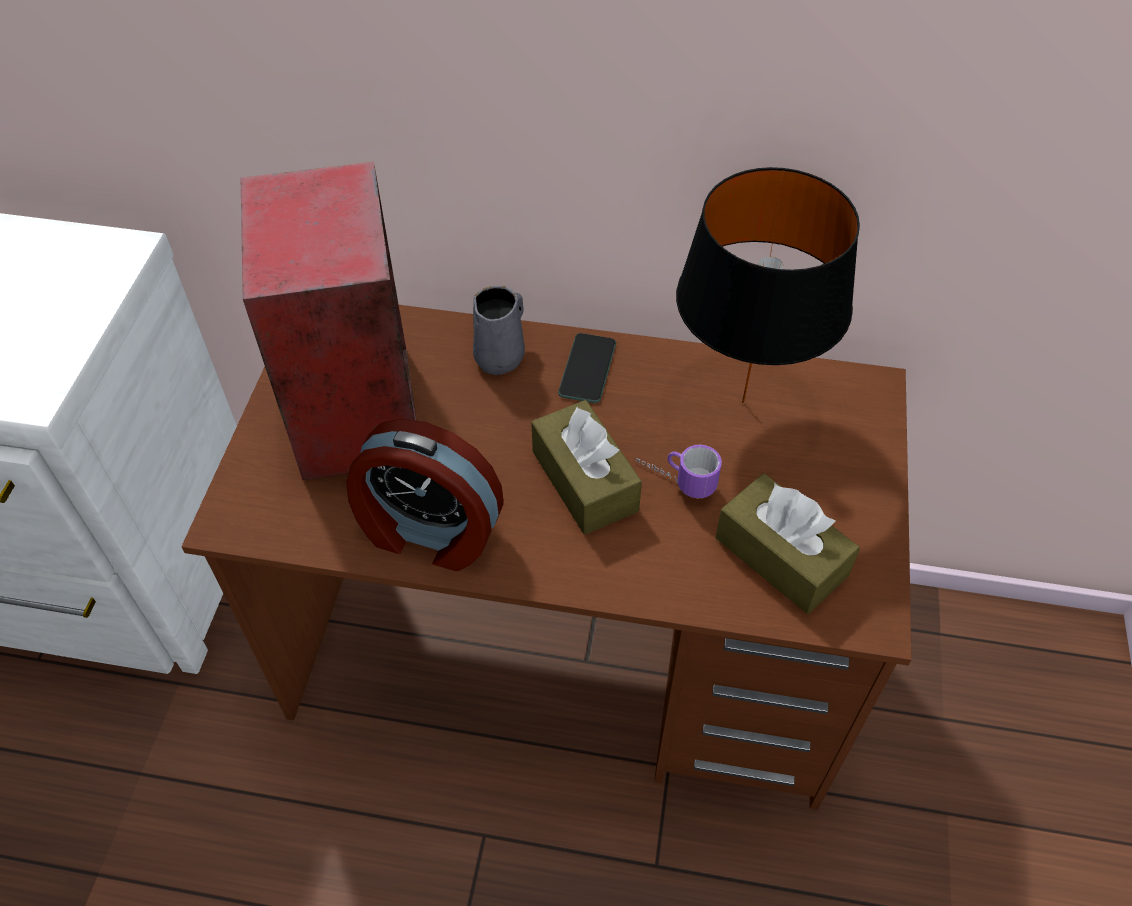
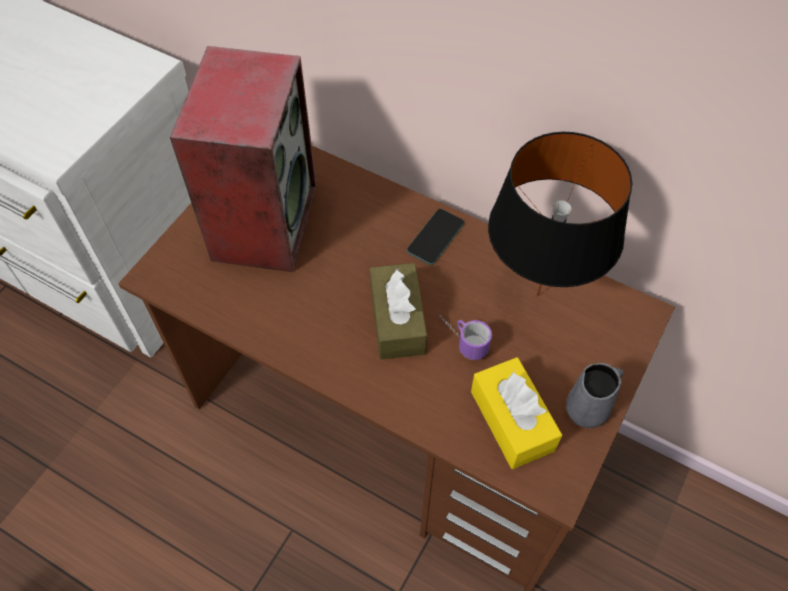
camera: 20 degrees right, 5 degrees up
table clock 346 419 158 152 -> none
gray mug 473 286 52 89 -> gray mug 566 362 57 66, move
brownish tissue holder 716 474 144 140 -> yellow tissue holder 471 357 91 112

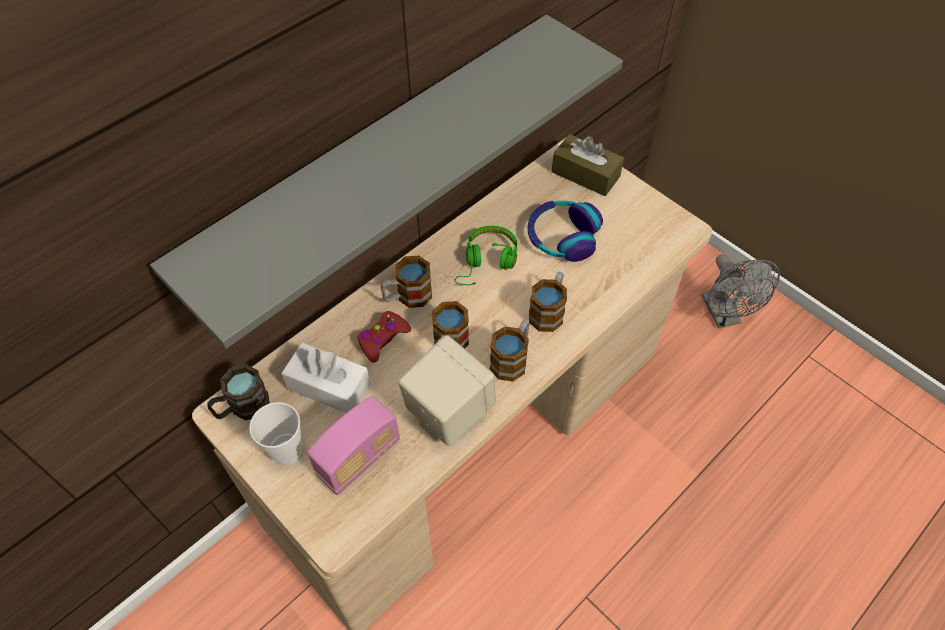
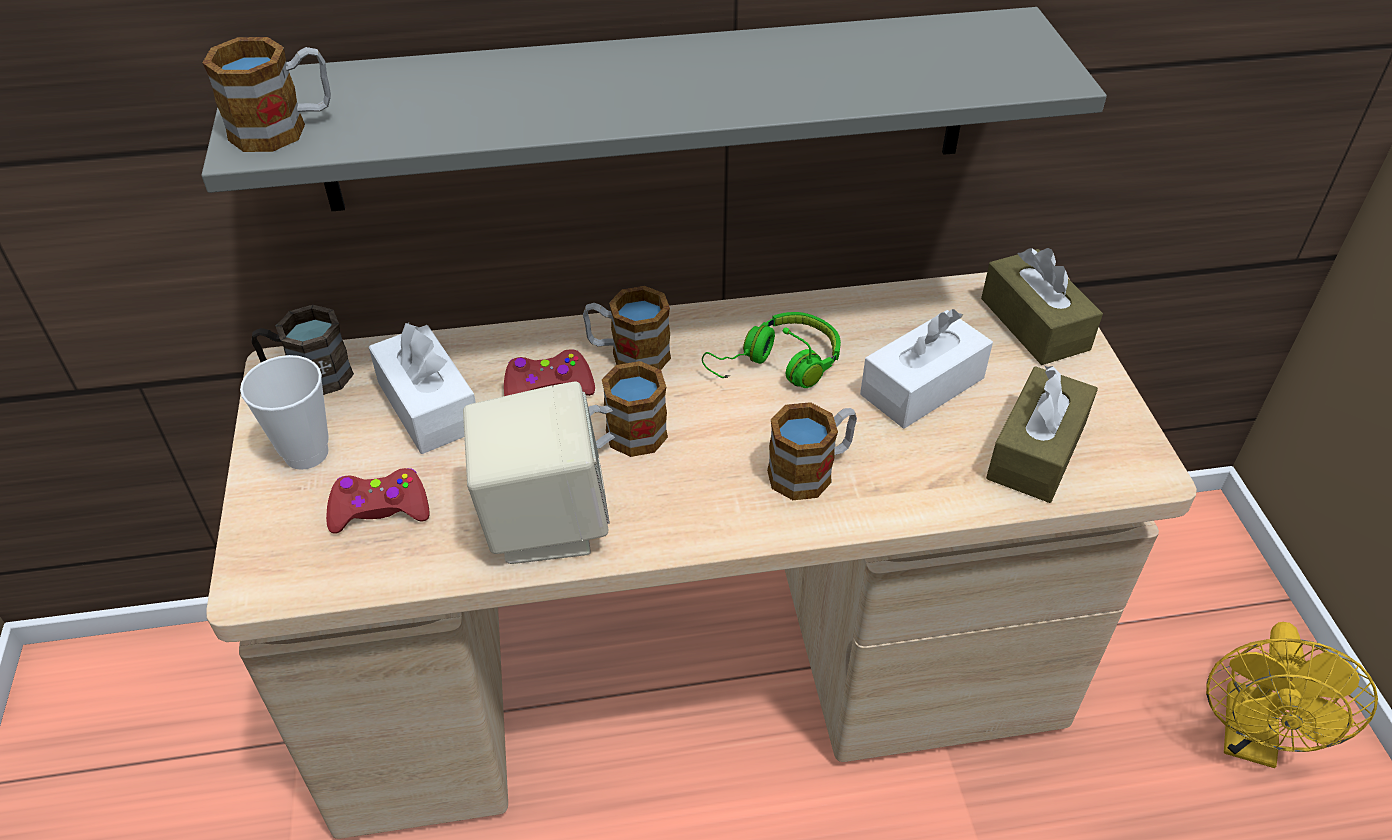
camera: 35 degrees right, 10 degrees down
radio 307 396 93 99 -> reddish joypad 326 468 104 66
mug 490 320 40 61 -> mug 203 37 128 115, move
headphones 528 201 75 61 -> white-coloured tissue holder 860 309 133 120
gray cooling fan 701 254 79 75 -> yellow cooling fan 1206 622 172 146
none -> brownish tissue holder 986 365 112 138

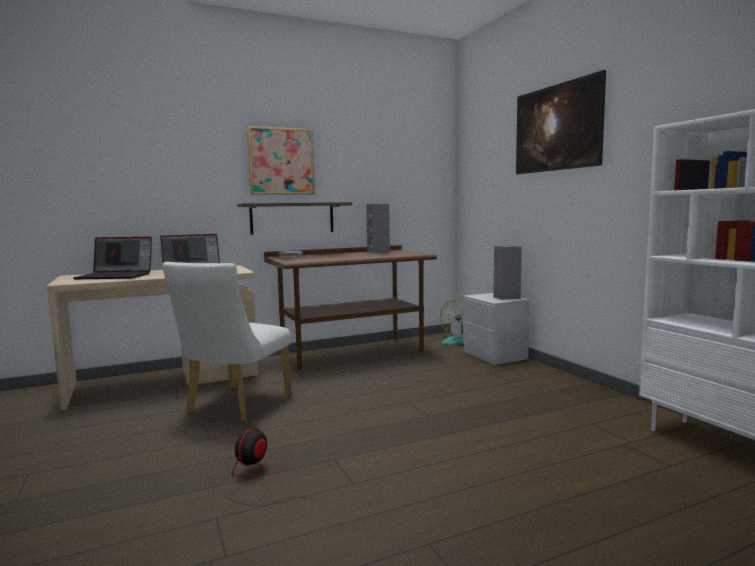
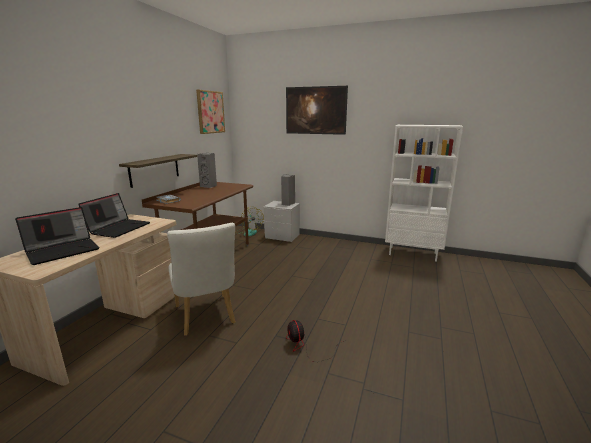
camera: 45 degrees left, 10 degrees up
picture 247 126 68 69 -> picture 196 90 29 44, move

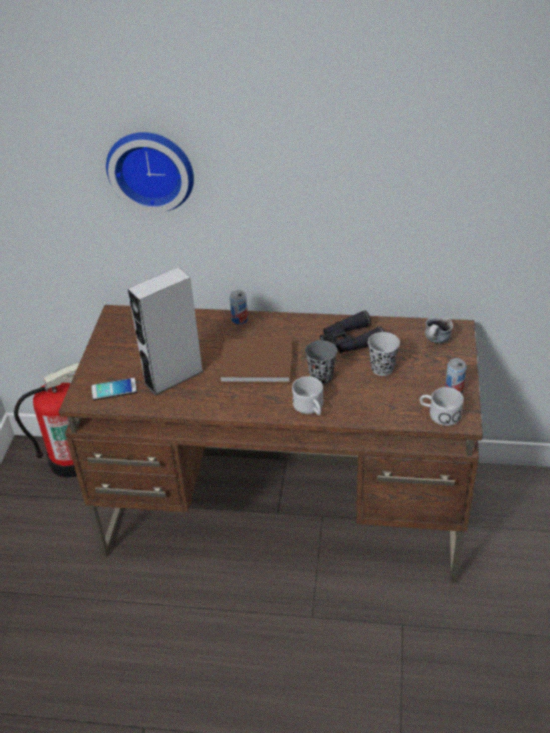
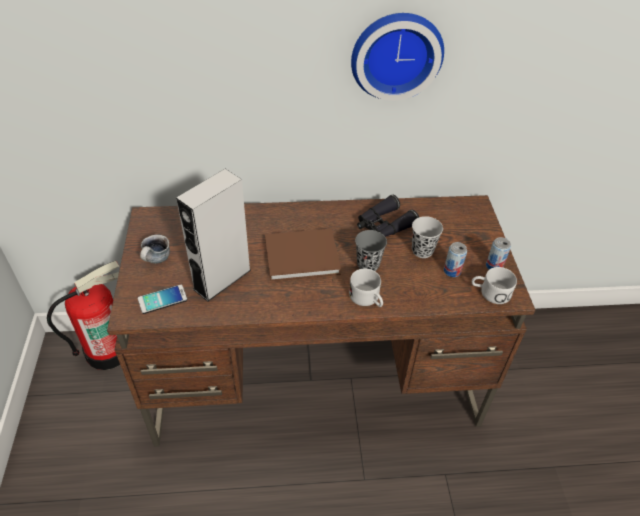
camera: 15 degrees left, 5 degrees up
wall clock 106 132 88 81 -> wall clock 351 13 93 88, move
metal can 230 290 18 34 -> metal can 444 242 23 35, move
mug 425 316 28 28 -> mug 140 235 30 28, move

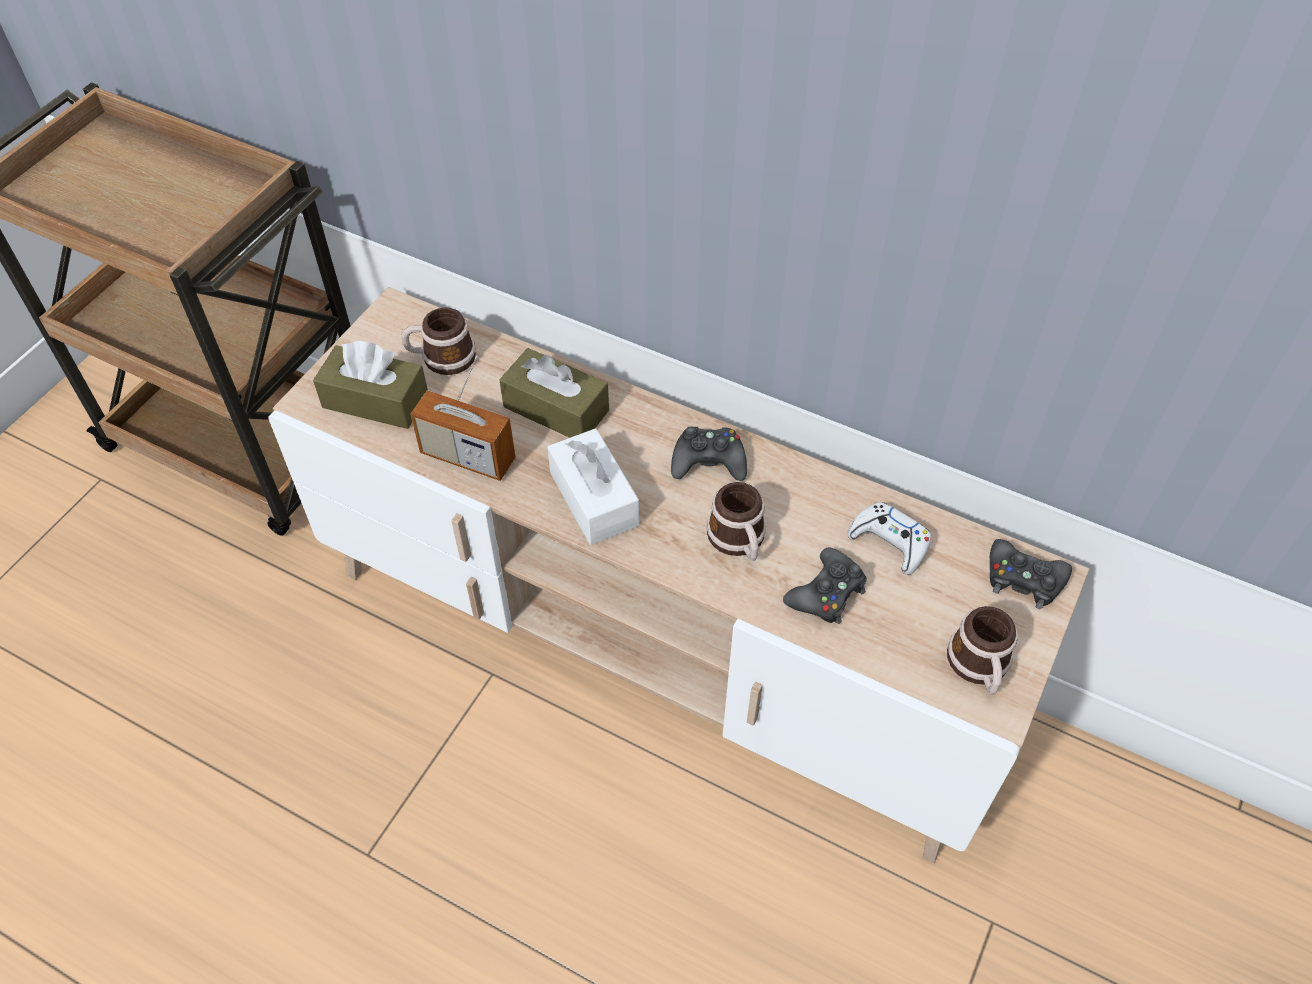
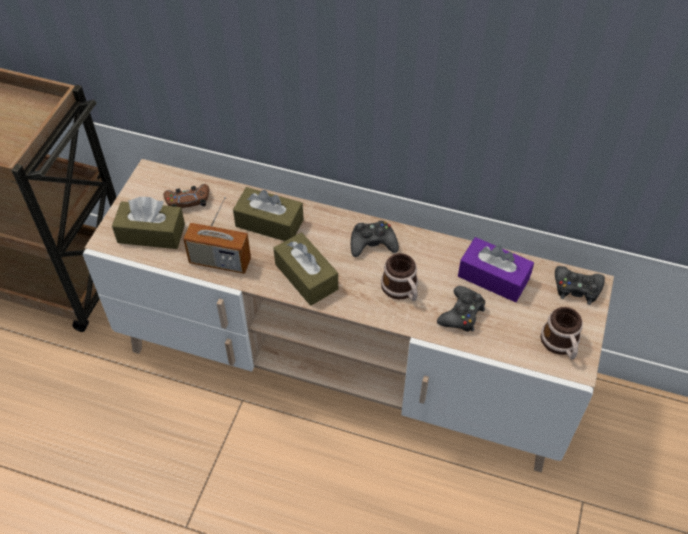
camera: 10 degrees left, 0 degrees up
mug 402 307 74 68 -> brownish joypad 163 184 47 24
white-coloured tissue holder 547 428 92 117 -> brownish tissue holder 274 232 64 74
white-coloured joypad 847 502 84 73 -> purple-coloured tissue holder 458 237 76 65

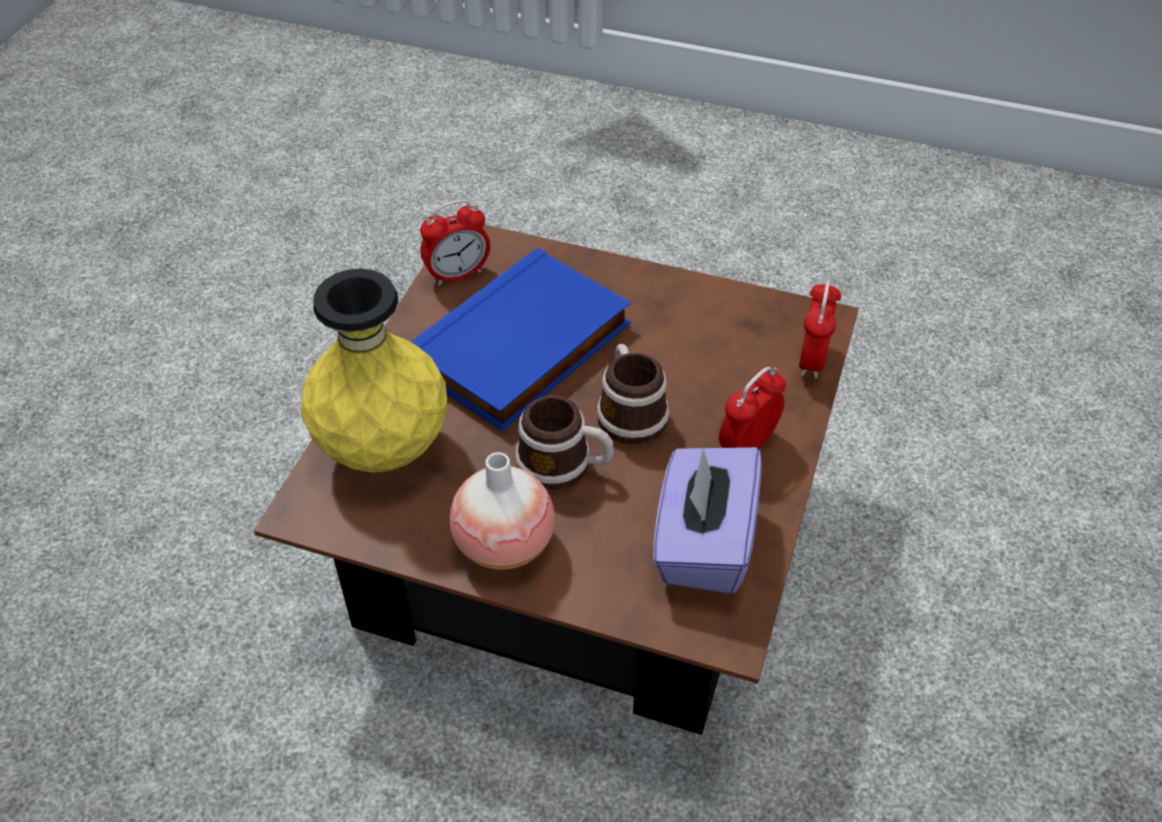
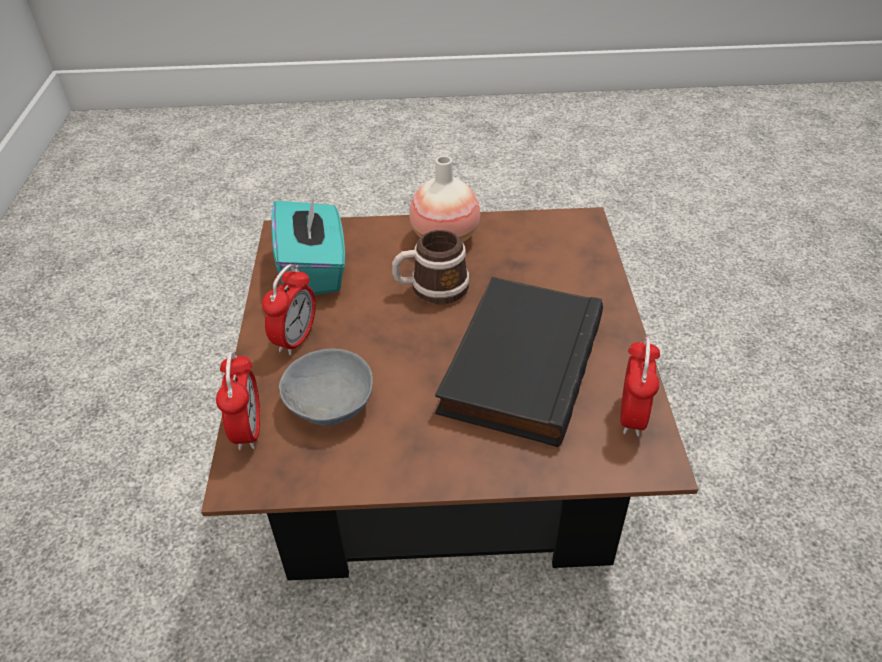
camera: 160 degrees right, 5 degrees down
yellow decorative vase 301 268 146 204 -> none
bluish bound book 411 248 220 183 -> black bound book 435 277 168 170
table clock 420 199 70 87 -> table clock 620 337 40 100, 150 degrees clockwise
mug 597 344 73 101 -> none
purple-coloured tissue holder 653 447 109 147 -> turquoise tissue holder 271 191 74 104
none -> gray deep dish 279 349 94 77

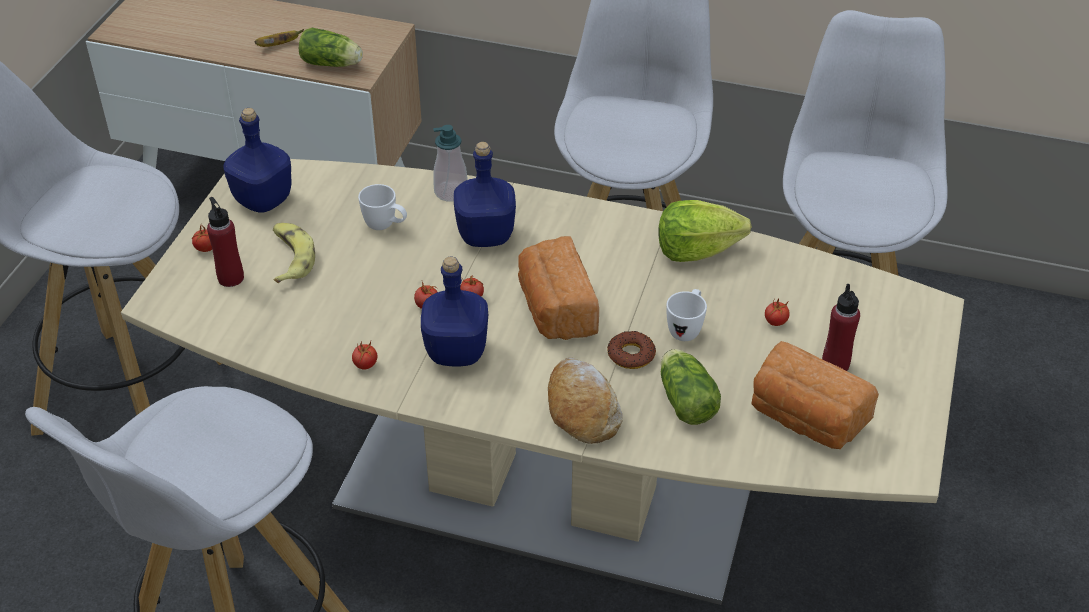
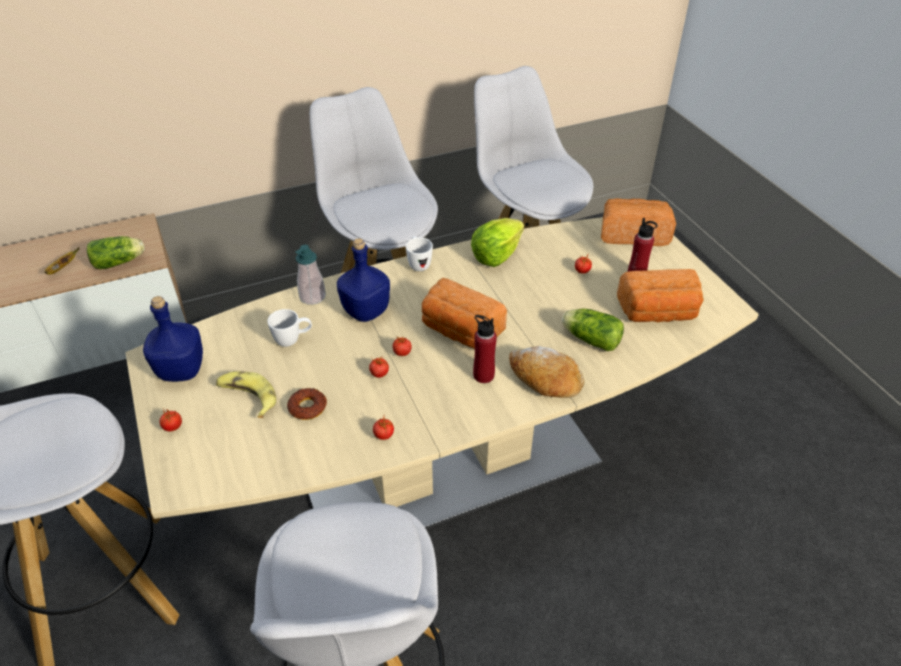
camera: 40 degrees left, 0 degrees up
reddish bottle 207 197 37 90 -> reddish bottle 473 315 24 68, move
bluish bottle 421 257 67 110 -> none
doughnut 607 331 49 38 -> doughnut 287 388 40 32, move
white-coloured mug 666 289 41 52 -> white-coloured mug 406 236 27 35, move
none -> bakery bread 601 198 75 48

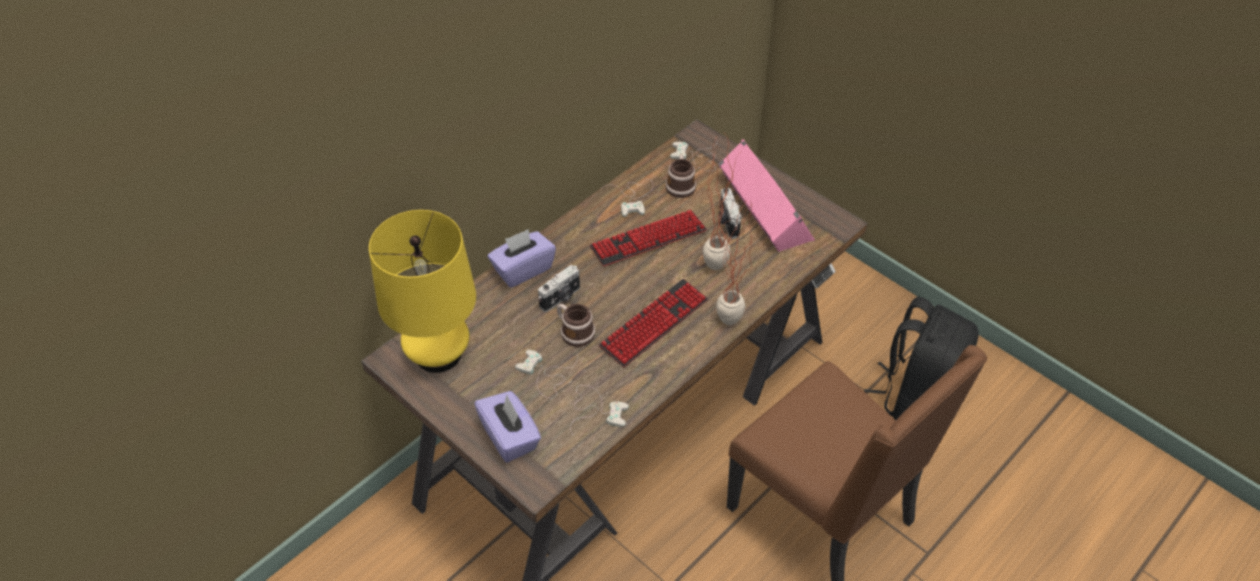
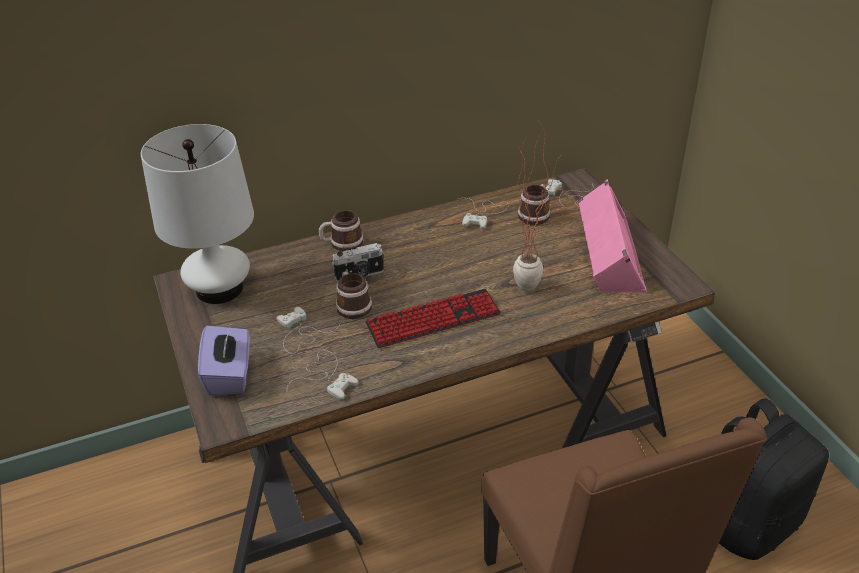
camera: 25 degrees right, 10 degrees down
yellow lamp for a table 369 210 107 163 -> white-coloured lamp for a table 141 124 113 180
purple-coloured tissue holder 488 229 68 59 -> mug 319 210 44 42
computer keyboard 590 210 117 56 -> none
houseplant 716 201 37 124 -> none
photo camera 719 188 22 51 -> none

